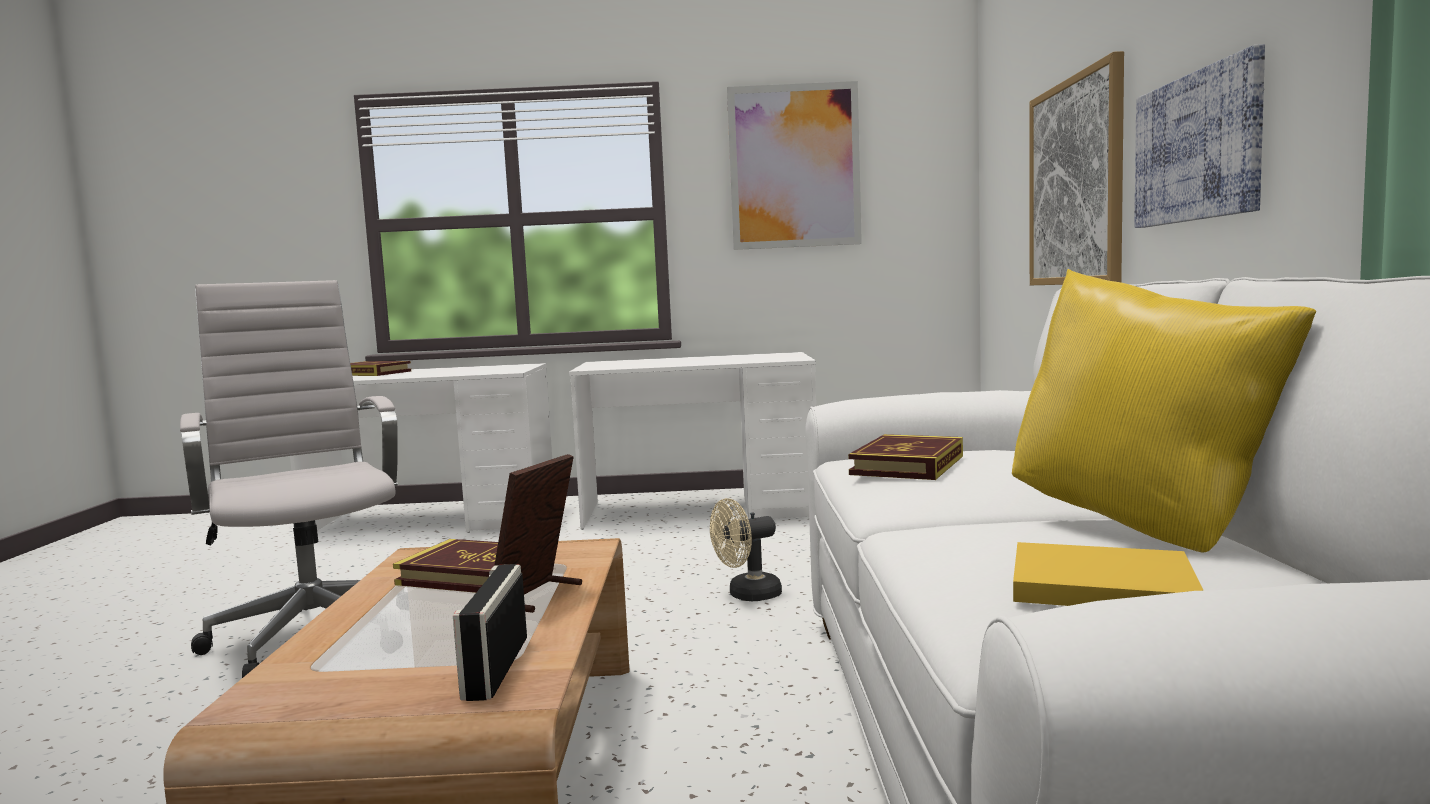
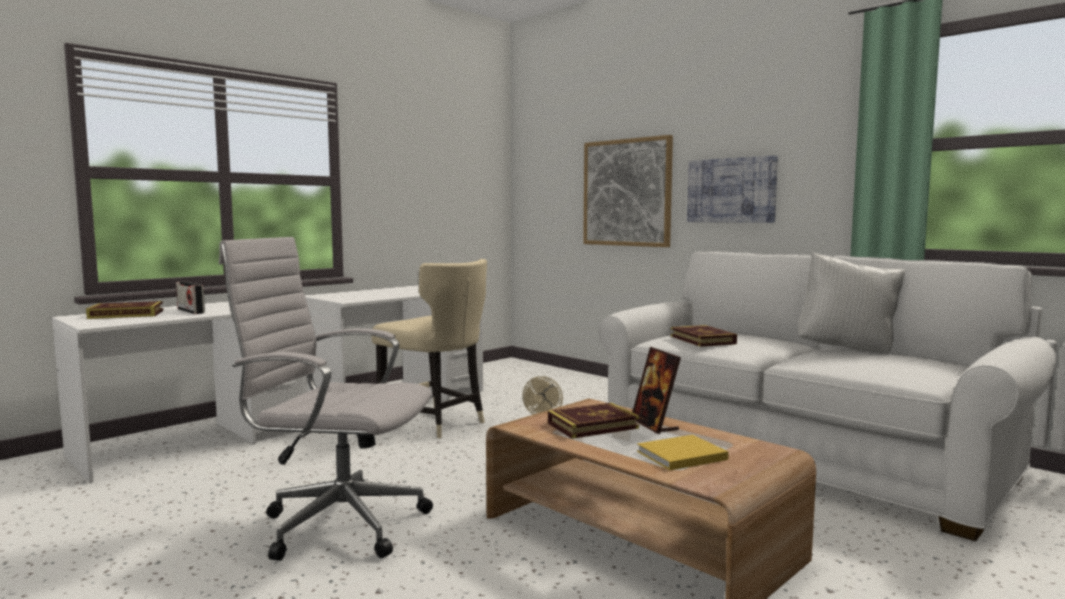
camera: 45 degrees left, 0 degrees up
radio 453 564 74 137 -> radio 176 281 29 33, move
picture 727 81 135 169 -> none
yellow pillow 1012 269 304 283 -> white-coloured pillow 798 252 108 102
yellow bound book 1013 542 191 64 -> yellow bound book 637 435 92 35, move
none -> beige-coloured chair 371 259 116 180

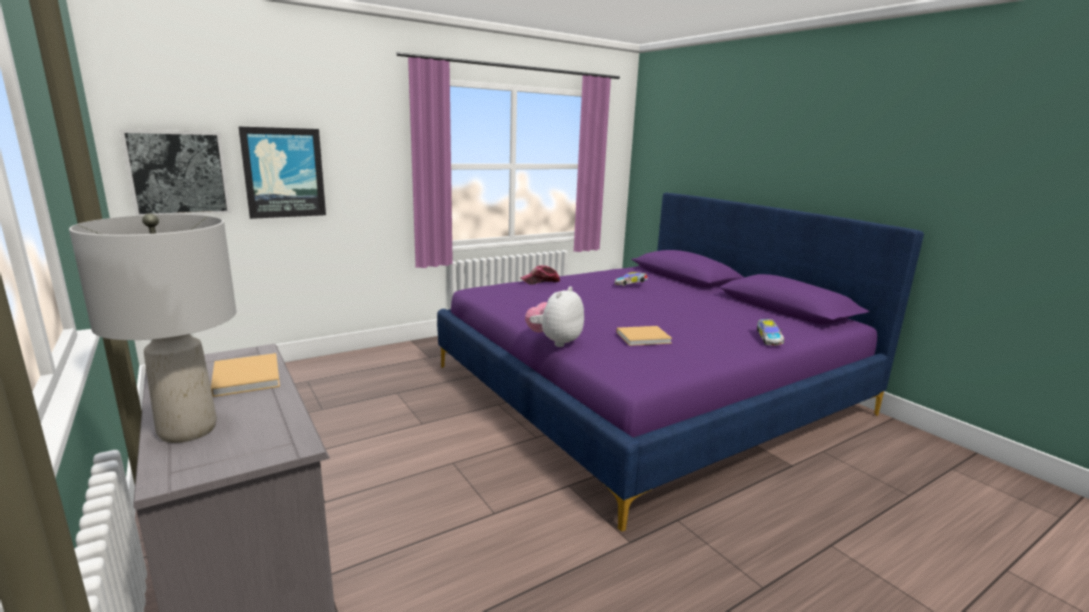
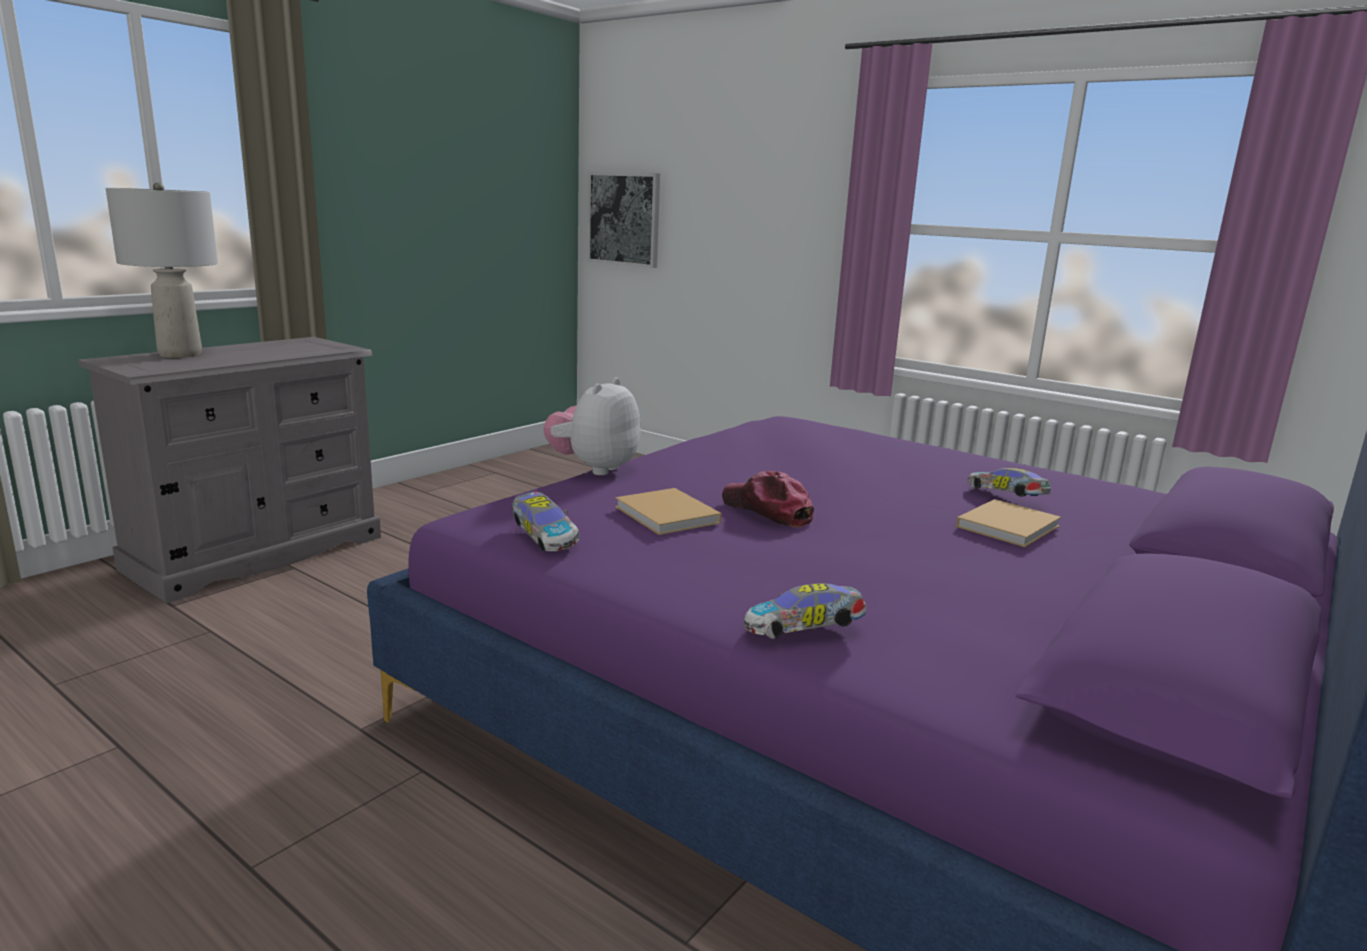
camera: 70 degrees right, 0 degrees up
beige-coloured bound book 211 353 69 44 -> beige-coloured bound book 956 499 105 48, move
picture 238 126 88 93 -> none
peaked cap 520 266 40 18 -> peaked cap 722 471 92 56, move
soft toy 525 286 59 61 -> soft toy 544 377 97 98, 75 degrees counterclockwise
none -> miniature car 512 492 68 60

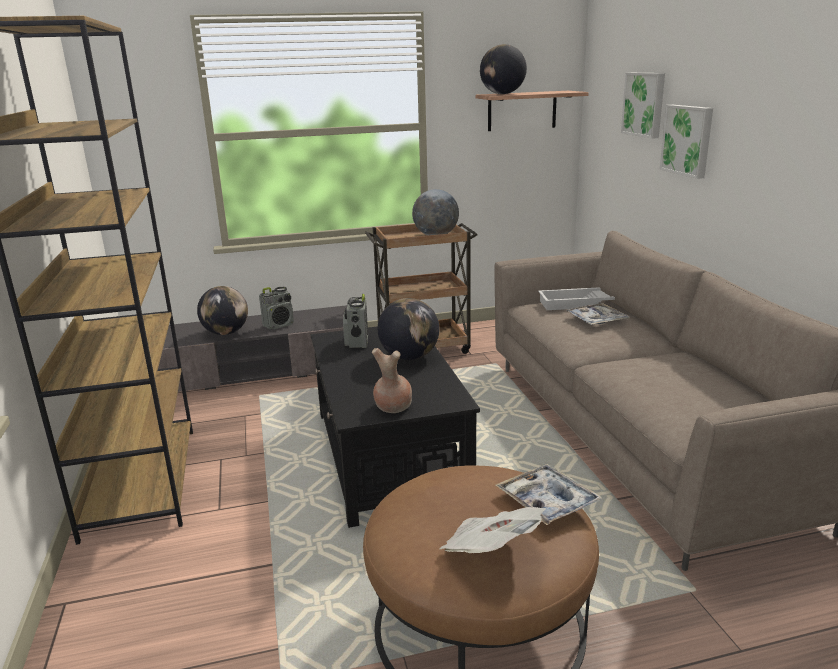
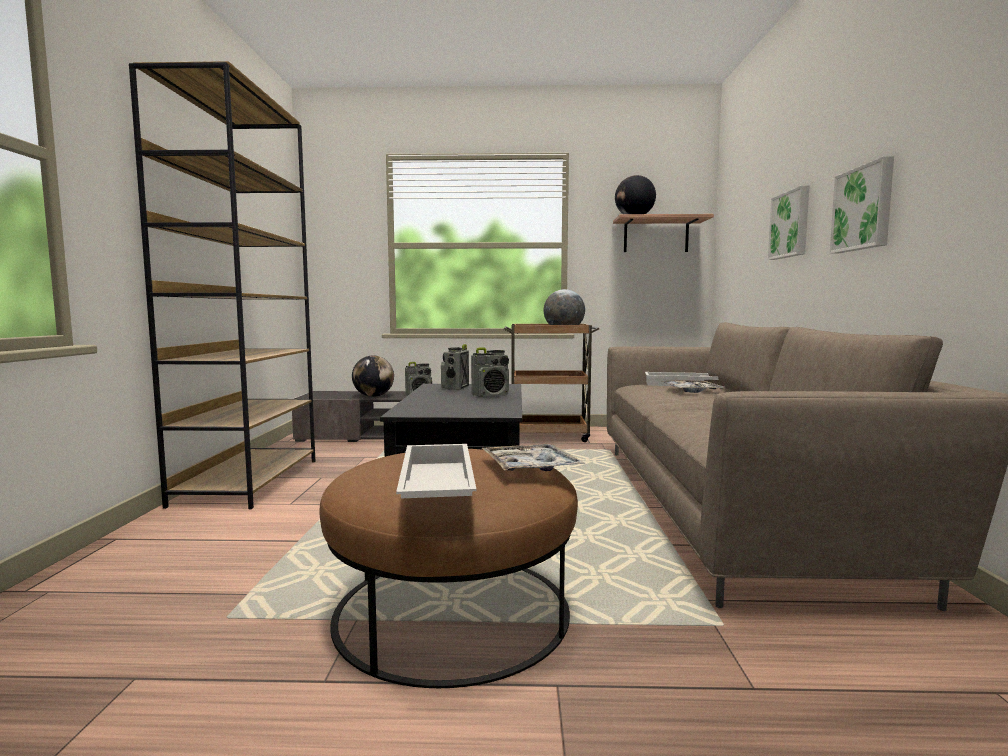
camera: 15 degrees right, 15 degrees down
brownish decorative vase 372 348 40 65 -> none
desk globe 377 298 63 62 -> radio 471 347 38 50
daily paper 439 507 107 46 -> white-coloured tray 396 444 80 54
picture 621 73 44 66 -> picture 830 156 64 98, move

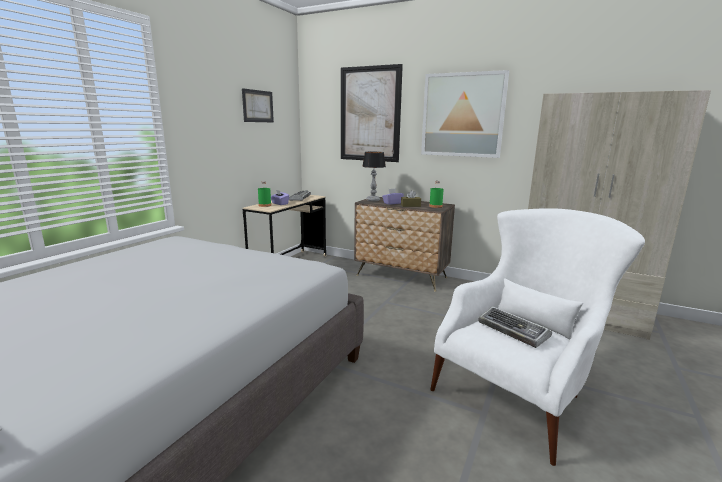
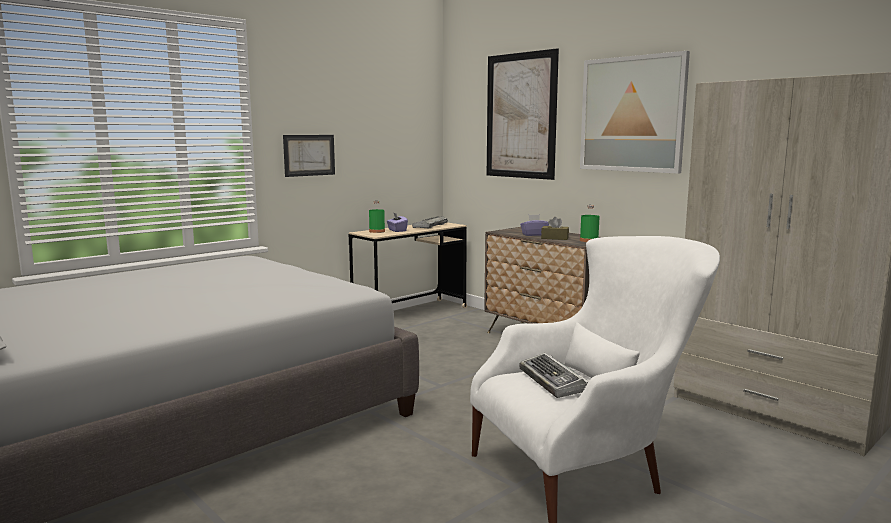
camera: 20 degrees right, 5 degrees down
picture 242 88 32 34 -> picture 283 135 52 42, move
lamp for a table 362 152 24 50 -> none

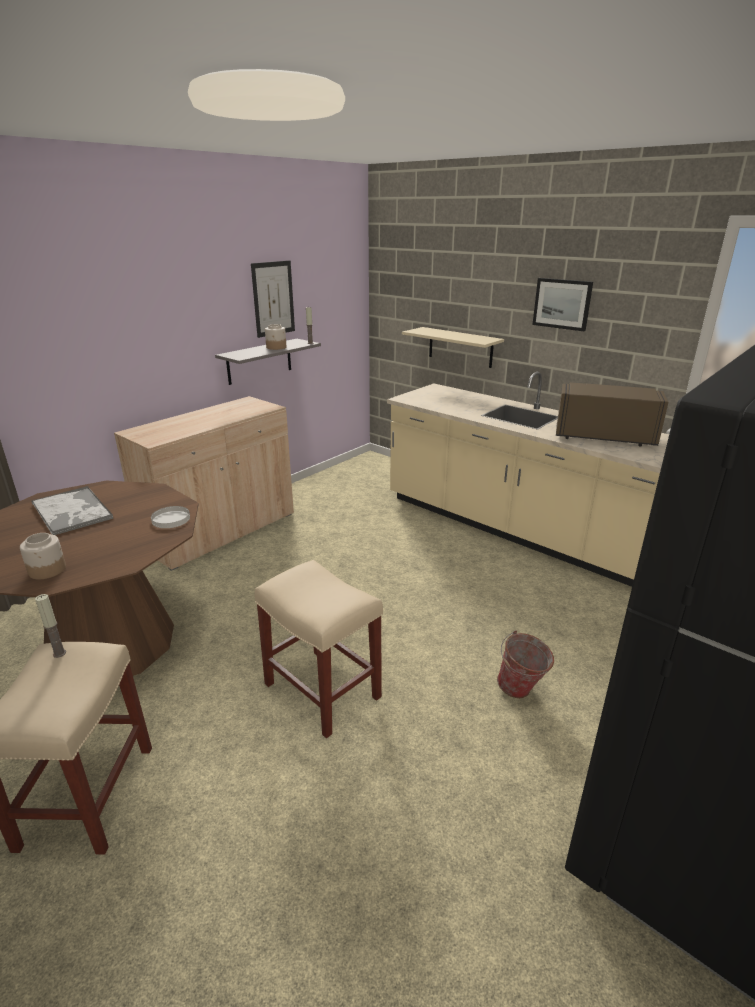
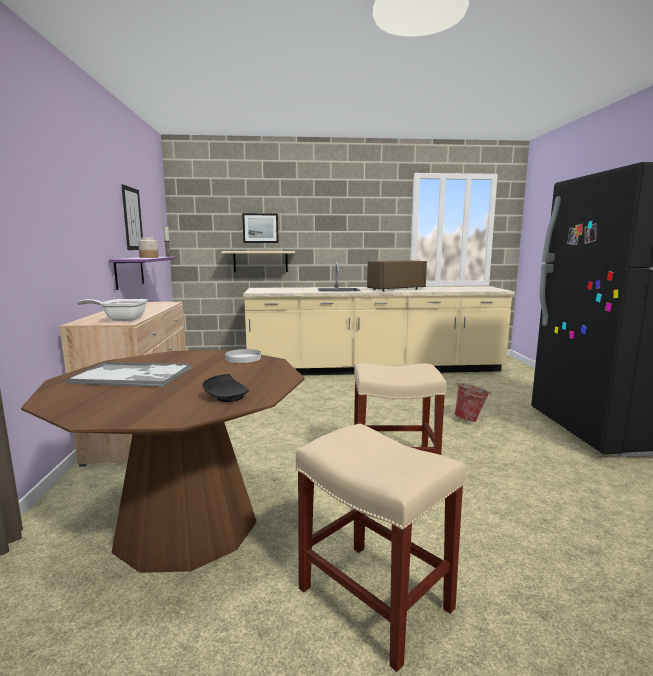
camera: 45 degrees left, 15 degrees down
preserve jar 20 533 46 46 -> black plate 203 374 46 28
wax candle 35 594 31 64 -> none
gray shelf 215 339 106 46 -> purple-coloured shelf 109 257 66 33
picture 532 278 61 53 -> picture 242 213 37 30, move
none -> skillet 77 299 71 22

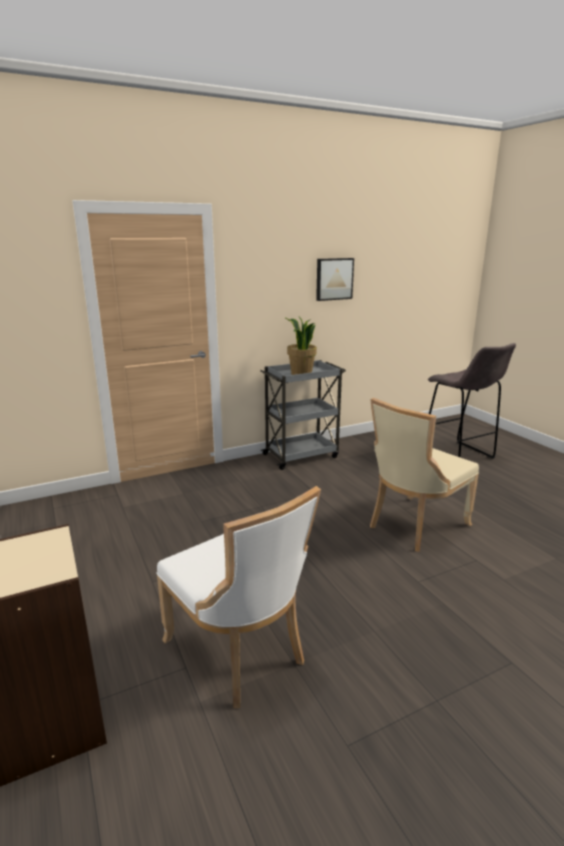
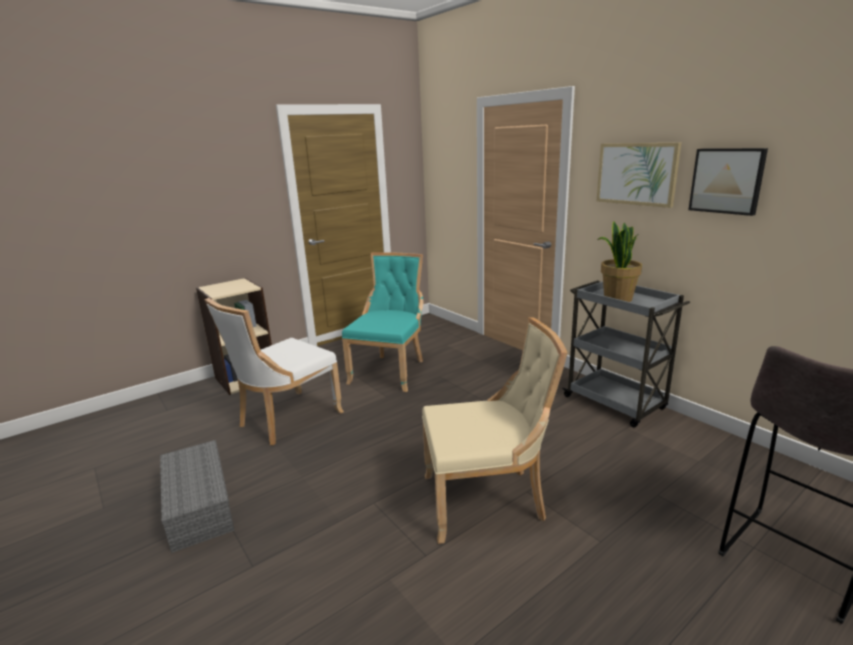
camera: 80 degrees right, 0 degrees up
beige-coloured chair 370 398 109 154 -> beige-coloured chair 422 317 146 227, 135 degrees clockwise
none -> gray storage container 160 440 74 113
none -> turquoise chair 342 252 81 140
none -> picture 597 143 84 65

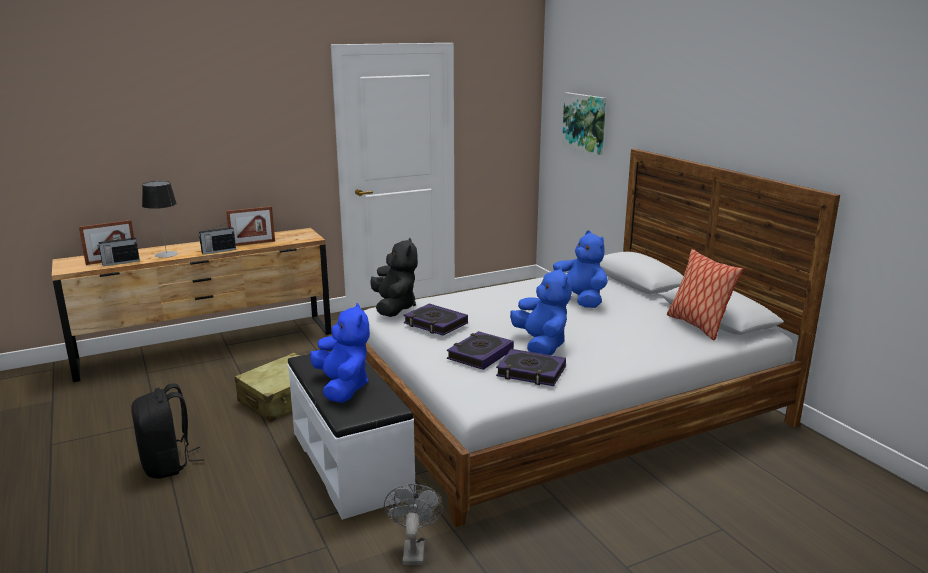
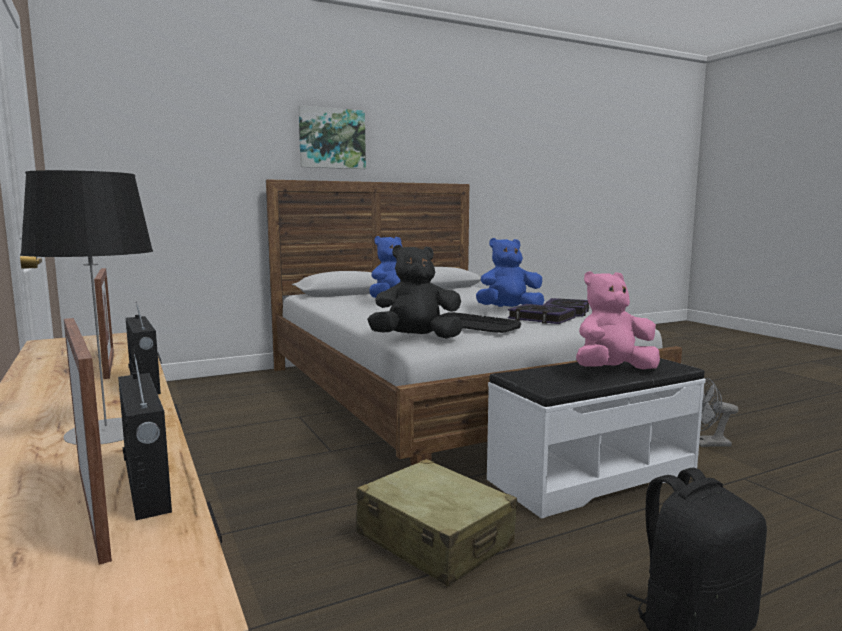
camera: 90 degrees left, 10 degrees down
bluish soft toy 310 303 60 100 -> pink-coloured soft toy 576 271 84 99
bound book 403 304 65 32 -> computer keyboard 440 312 81 21
picture 562 92 44 63 -> picture 298 105 68 64, move
pillow 667 249 76 91 -> none

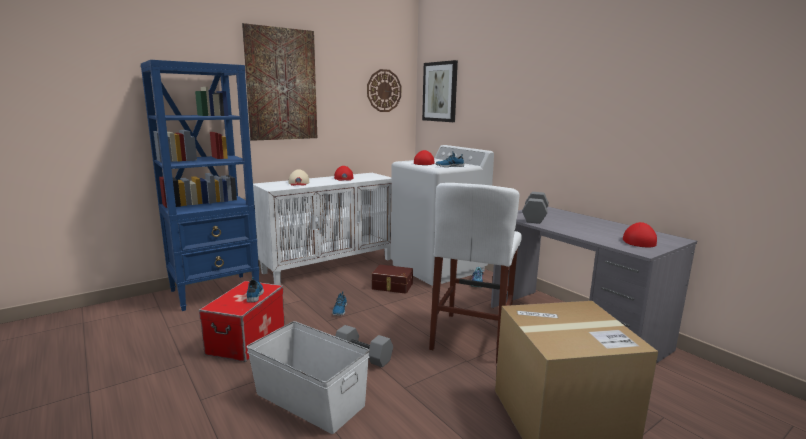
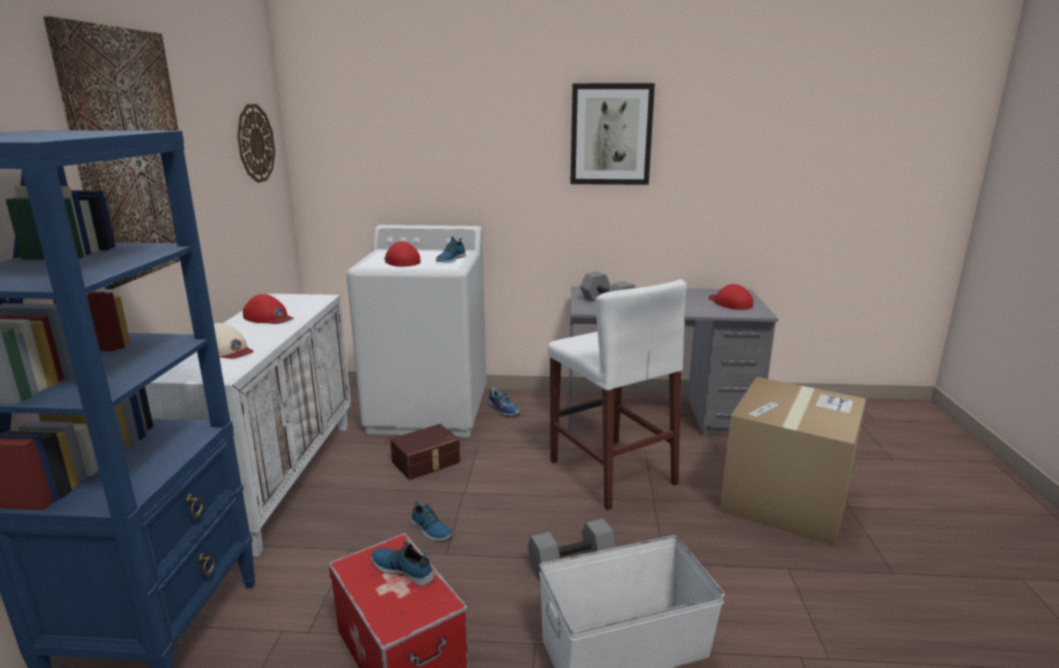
camera: 50 degrees left, 5 degrees up
picture 422 60 36 62 -> picture 570 83 85 102, move

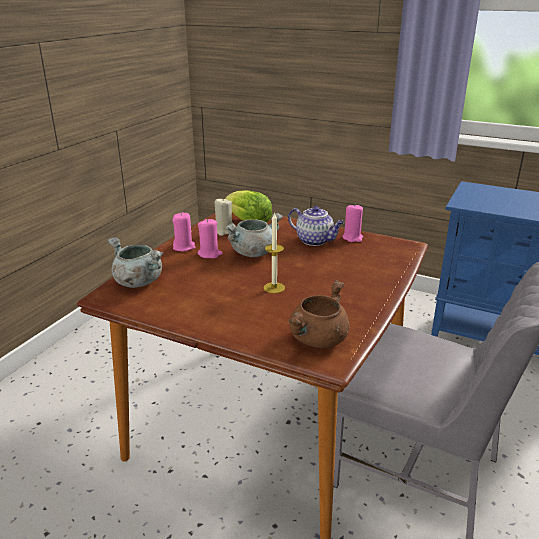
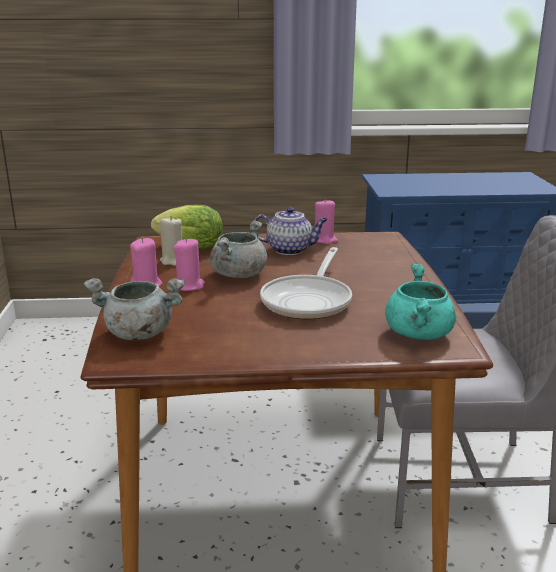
camera: 30 degrees left, 5 degrees down
wax candle 264 212 21 81 -> skillet 260 247 92 72
brownish cooking pot 288 280 61 68 -> turquoise cooking pot 385 264 71 76

